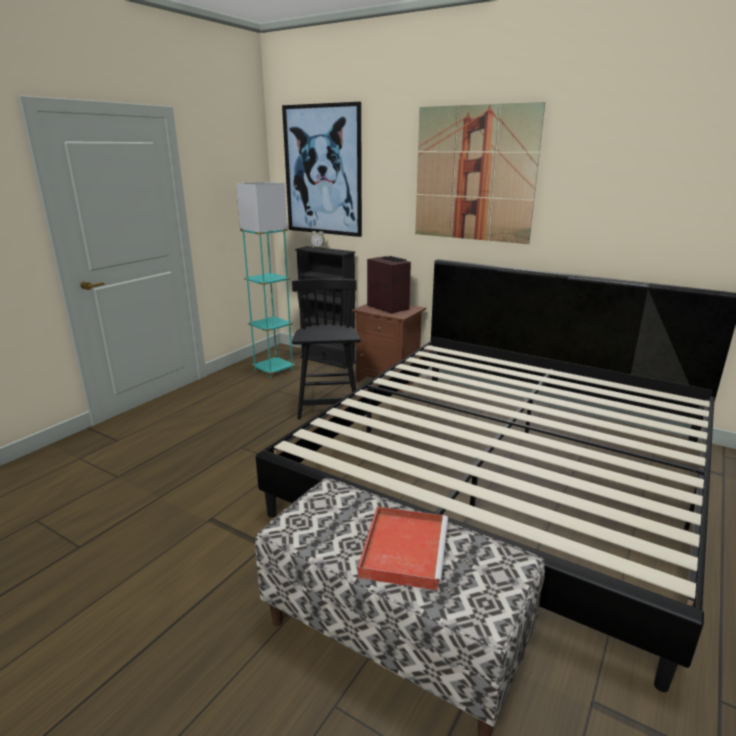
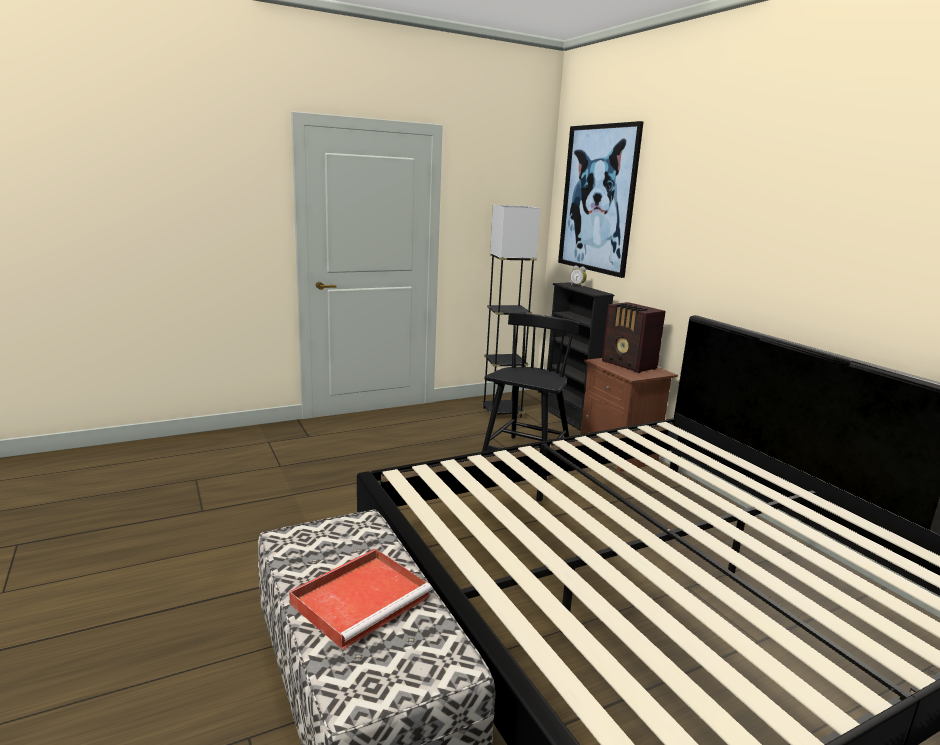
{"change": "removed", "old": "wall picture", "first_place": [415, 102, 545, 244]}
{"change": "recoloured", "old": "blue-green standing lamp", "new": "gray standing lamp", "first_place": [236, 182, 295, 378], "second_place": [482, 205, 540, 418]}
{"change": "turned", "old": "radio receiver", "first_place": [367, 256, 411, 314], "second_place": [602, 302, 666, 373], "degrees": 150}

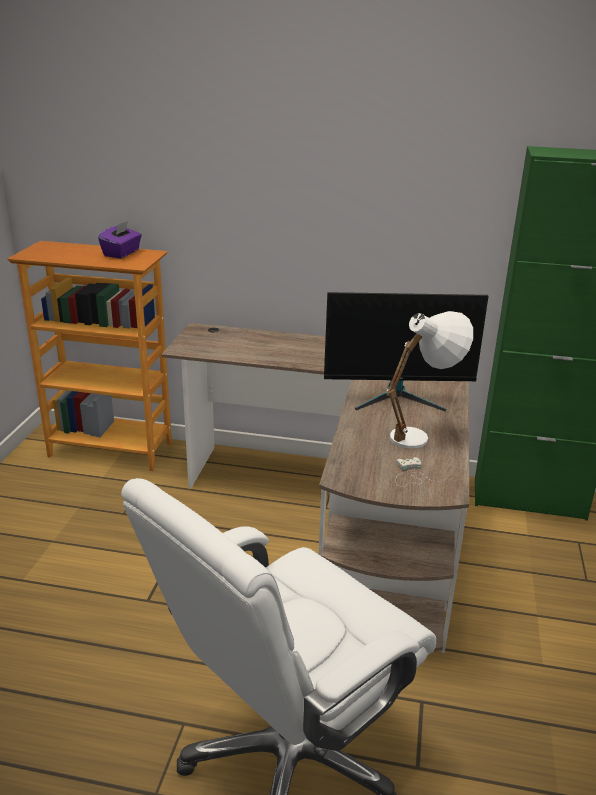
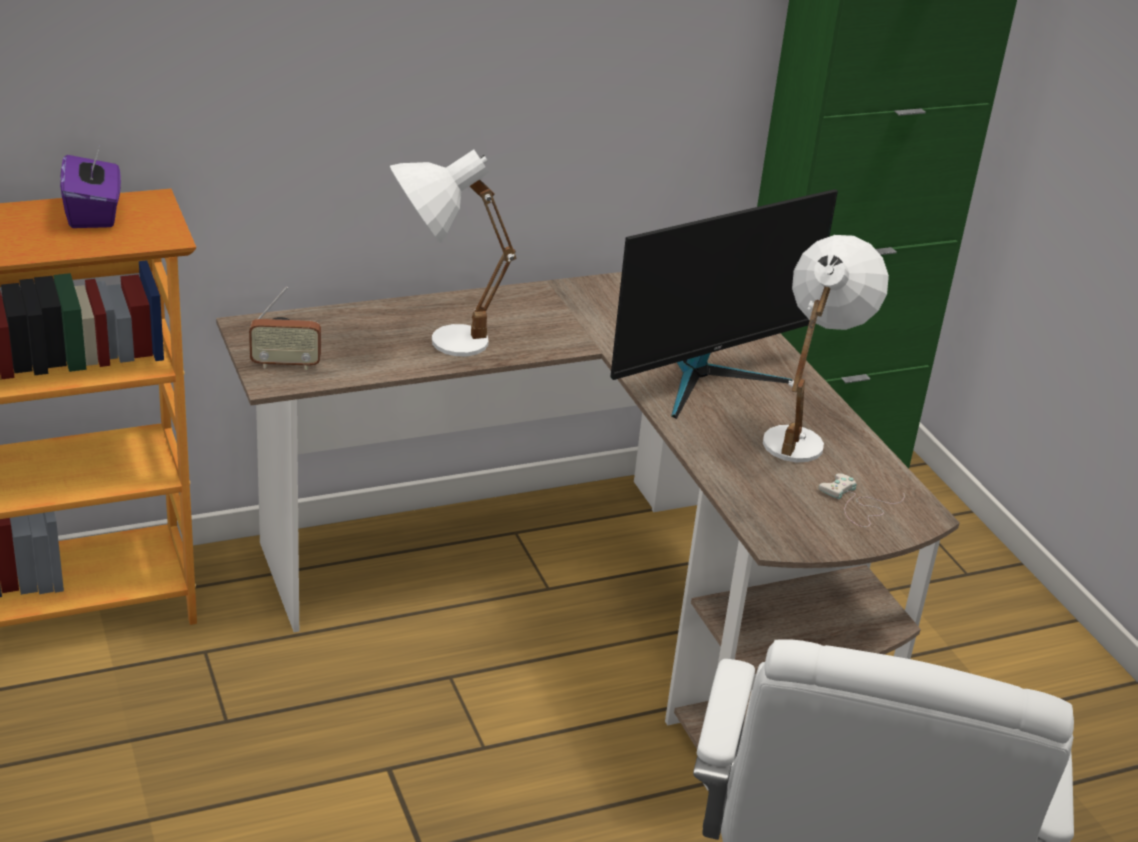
{"change": "added", "new": "radio receiver", "second_place": [249, 286, 321, 370]}
{"change": "added", "new": "white-coloured table lamp", "second_place": [390, 149, 517, 356]}

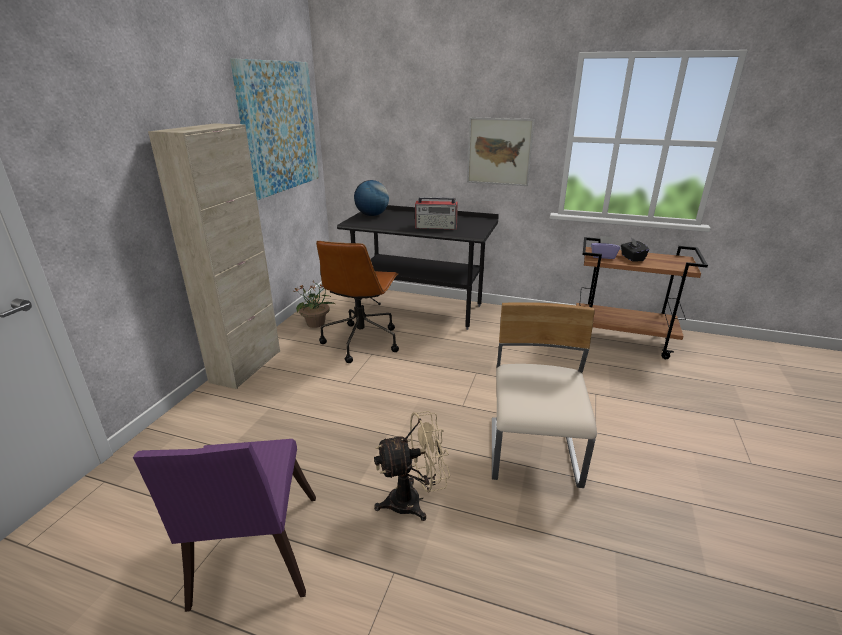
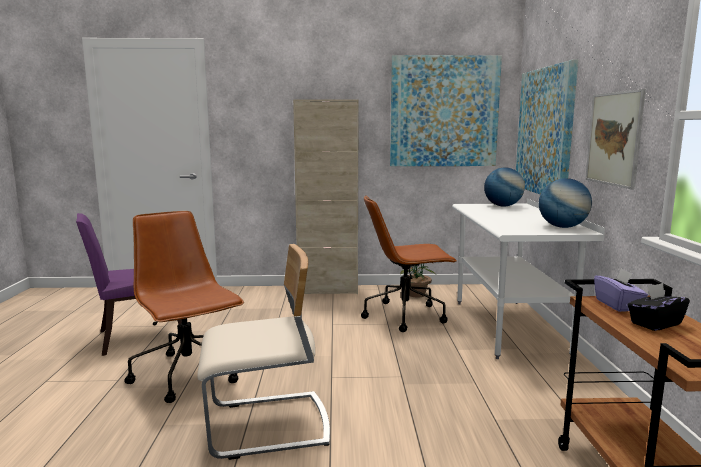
{"change": "removed", "old": "radio receiver", "first_place": [415, 197, 458, 229]}
{"change": "added", "new": "wall picture", "second_place": [516, 59, 578, 195]}
{"change": "added", "new": "desk globe", "second_place": [539, 178, 592, 228]}
{"change": "replaced", "old": "beige fan", "new": "brownish desk chair", "first_place": [374, 411, 450, 521], "second_place": [124, 211, 244, 403]}
{"change": "recoloured", "old": "blackish desk table", "new": "white-coloured desk table", "first_place": [337, 205, 499, 330], "second_place": [452, 199, 605, 359]}

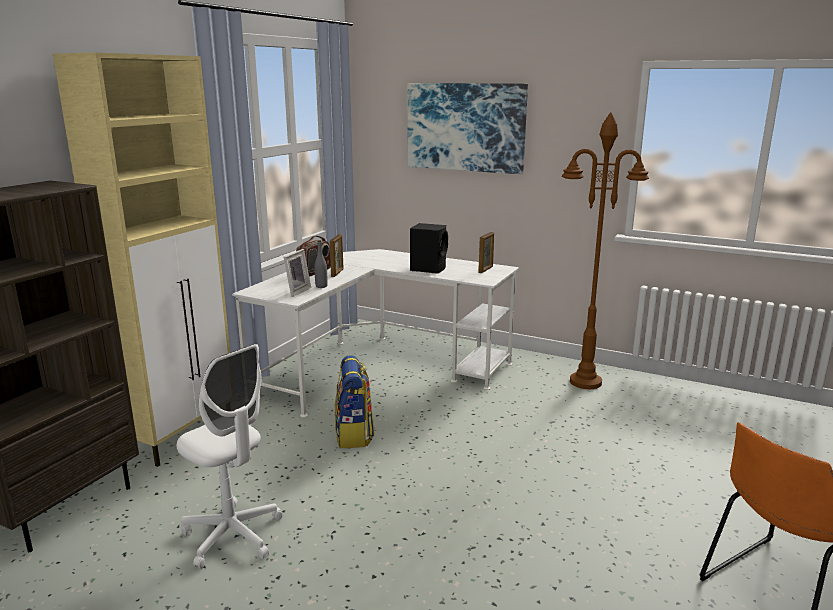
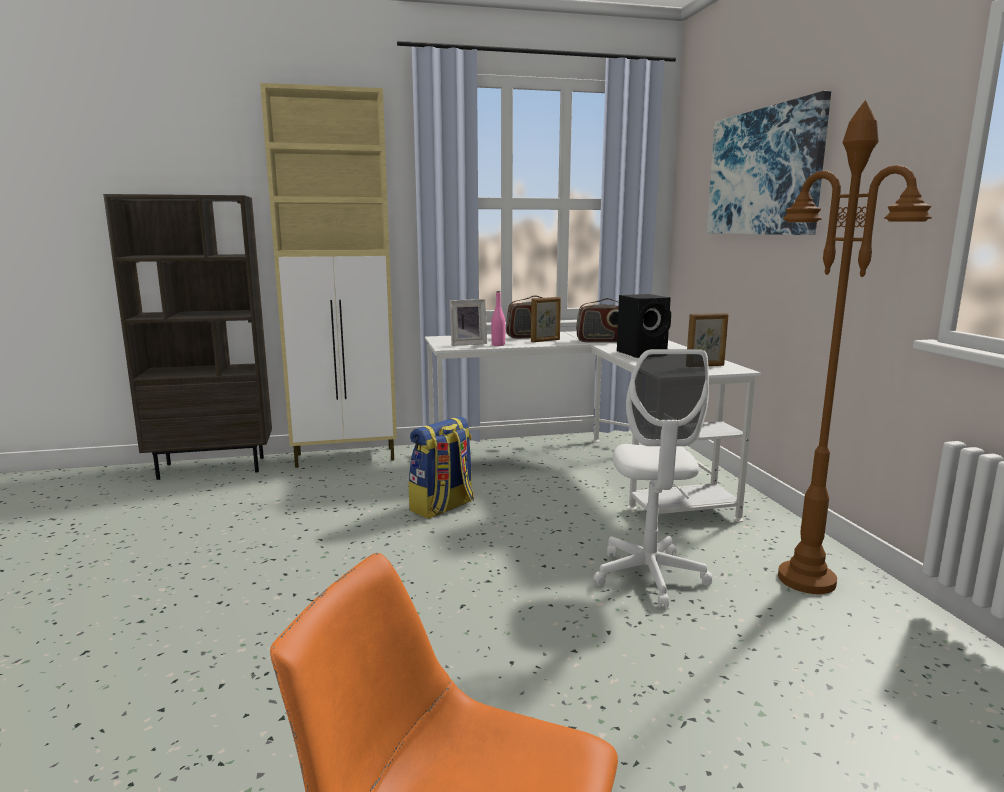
{"change": "added", "new": "radio receiver", "second_place": [576, 298, 619, 343]}
{"change": "moved", "old": "white-coloured desk chair", "first_place": [177, 344, 283, 569], "second_place": [593, 349, 712, 608]}
{"change": "recoloured", "old": "gray bottle", "new": "pink bottle", "first_place": [314, 240, 328, 288], "second_place": [491, 291, 505, 346]}

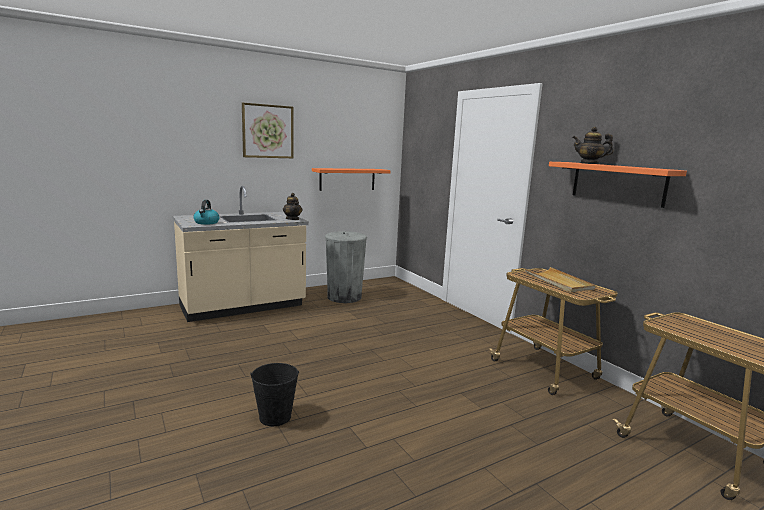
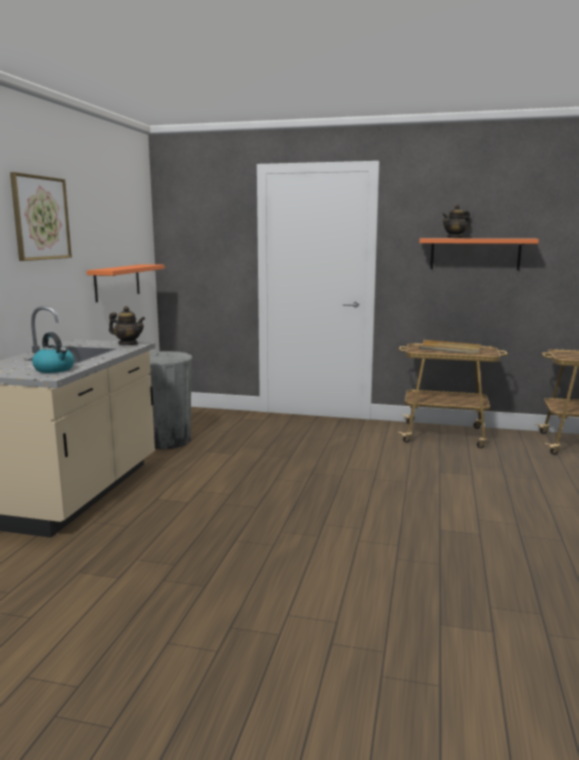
{"change": "removed", "old": "blackish bucket", "first_place": [250, 363, 299, 426]}

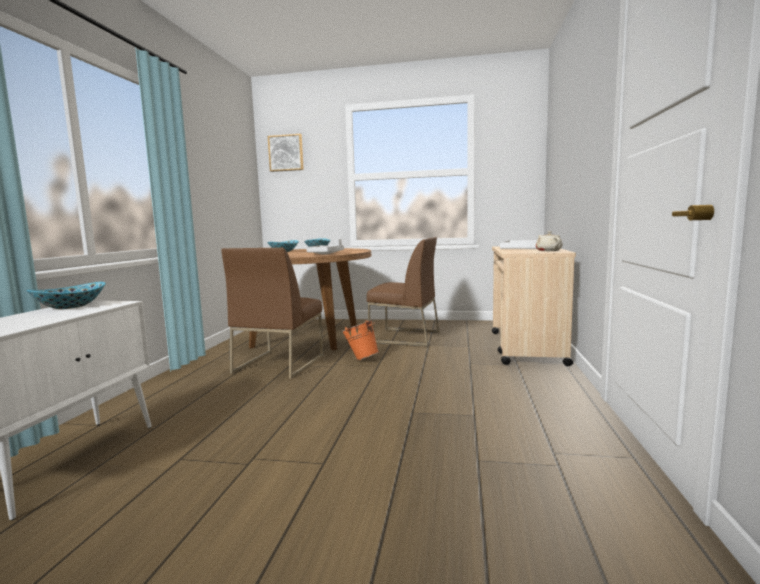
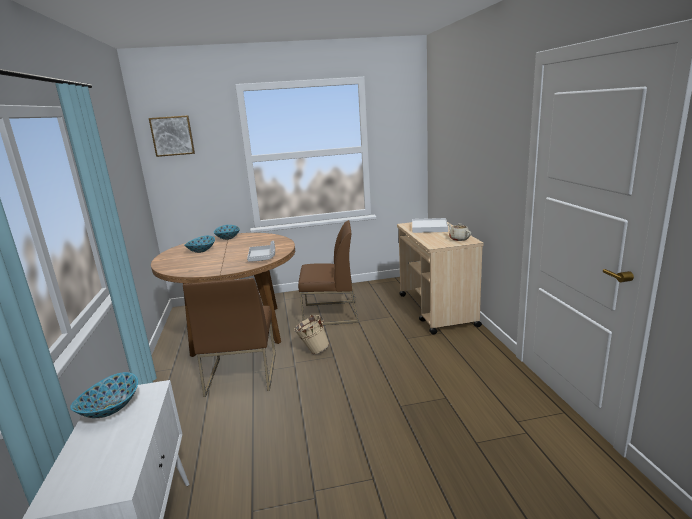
{"change": "recoloured", "old": "orangey bucket", "new": "beige bucket", "first_place": [342, 320, 379, 360], "second_place": [294, 315, 330, 354]}

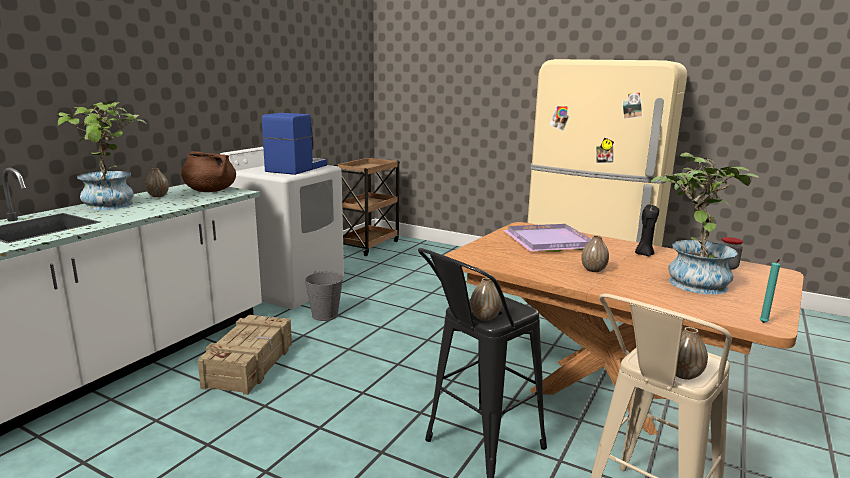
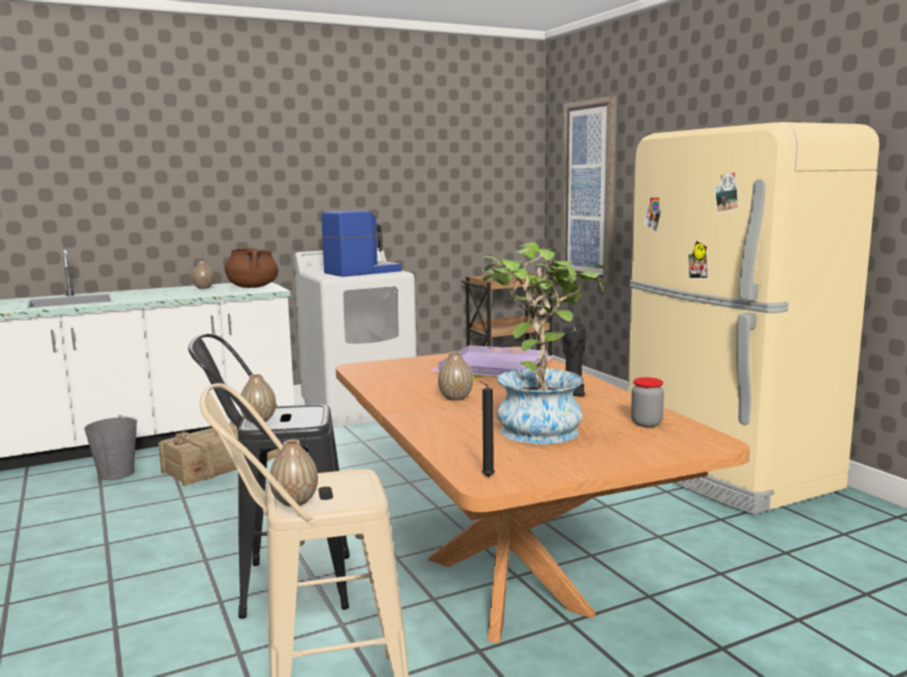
{"change": "removed", "old": "houseplant", "first_place": [56, 101, 147, 210]}
{"change": "added", "new": "wall picture", "second_place": [562, 96, 617, 285]}
{"change": "moved", "old": "gray bucket", "first_place": [305, 271, 343, 321], "second_place": [84, 415, 138, 480]}
{"change": "recoloured", "old": "blue-green candle", "new": "blackish candle", "first_place": [759, 259, 780, 323], "second_place": [479, 381, 495, 477]}

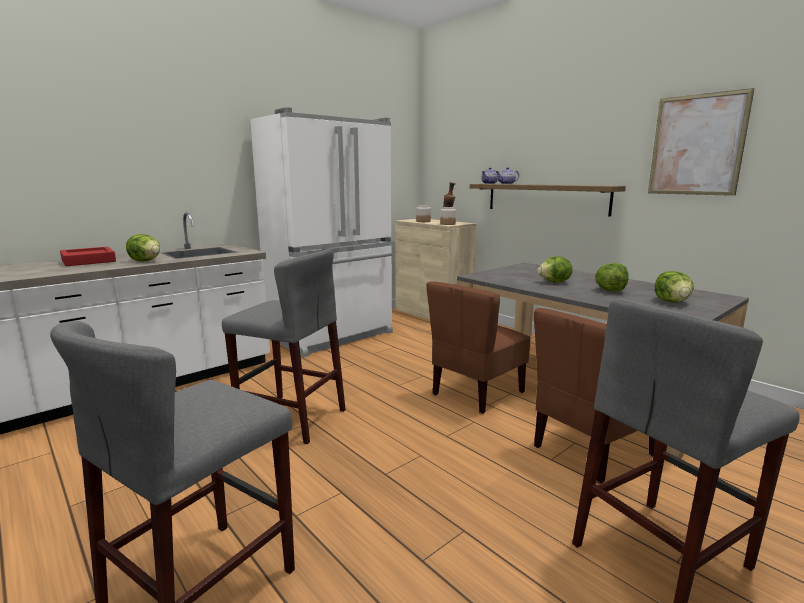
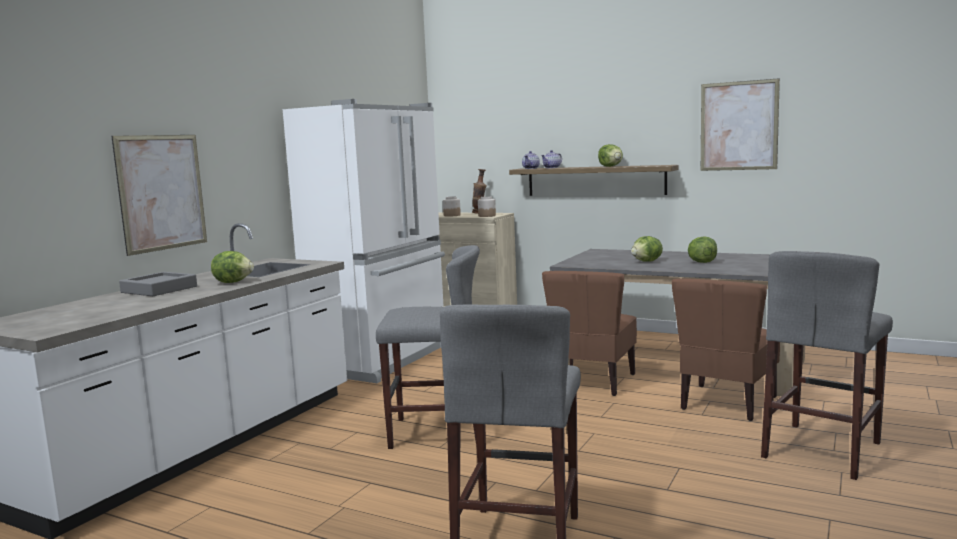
{"change": "added", "new": "wall picture", "second_place": [111, 135, 207, 256]}
{"change": "moved", "old": "lettuce head", "first_place": [655, 271, 694, 303], "second_place": [598, 144, 623, 167]}
{"change": "recoloured", "old": "reddish serving tray", "new": "gray serving tray", "first_place": [60, 247, 116, 266], "second_place": [119, 272, 197, 296]}

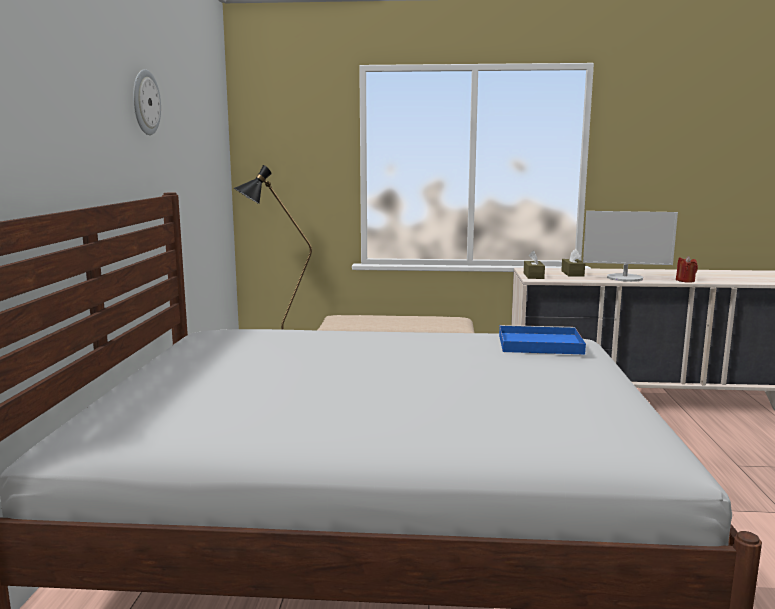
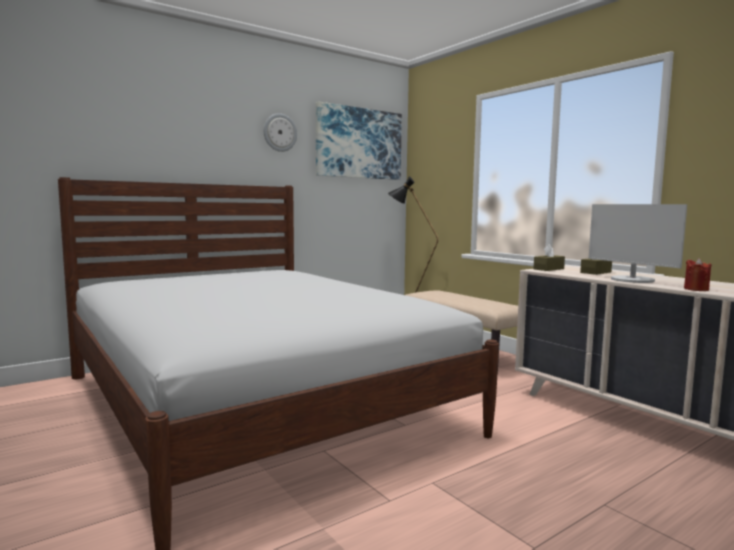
{"change": "removed", "old": "blue serving tray", "first_place": [499, 325, 586, 355]}
{"change": "added", "new": "wall picture", "second_place": [316, 101, 402, 180]}

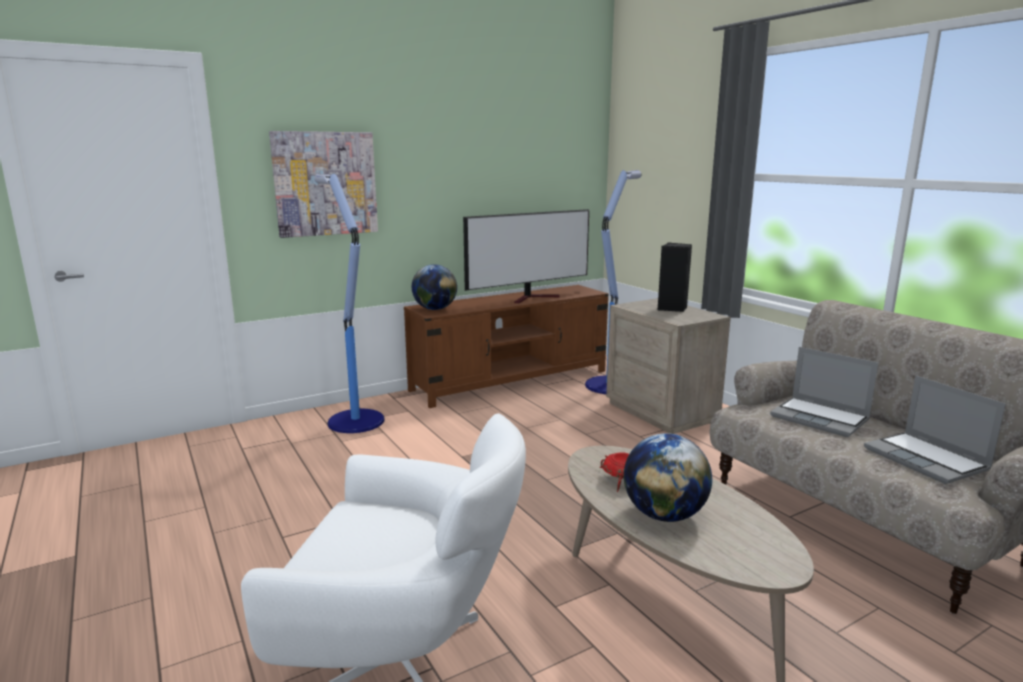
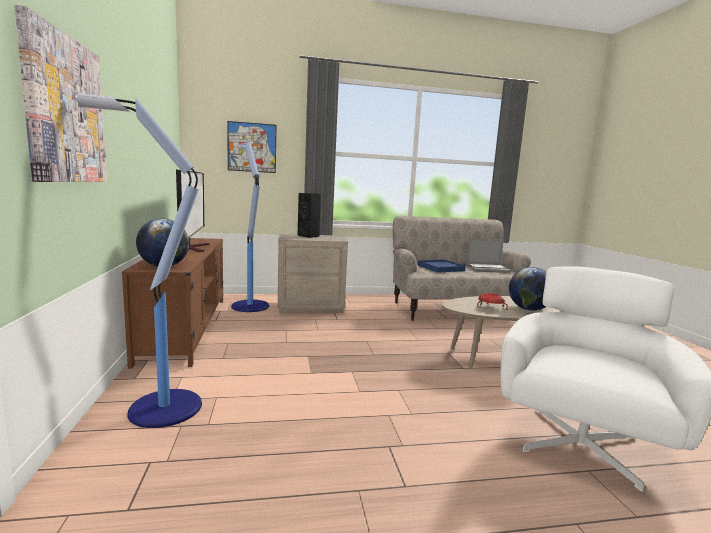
{"change": "added", "new": "wall picture", "second_place": [227, 121, 276, 173]}
{"change": "replaced", "old": "notebook computer", "new": "blue serving tray", "first_place": [770, 347, 879, 437], "second_place": [418, 260, 466, 273]}

